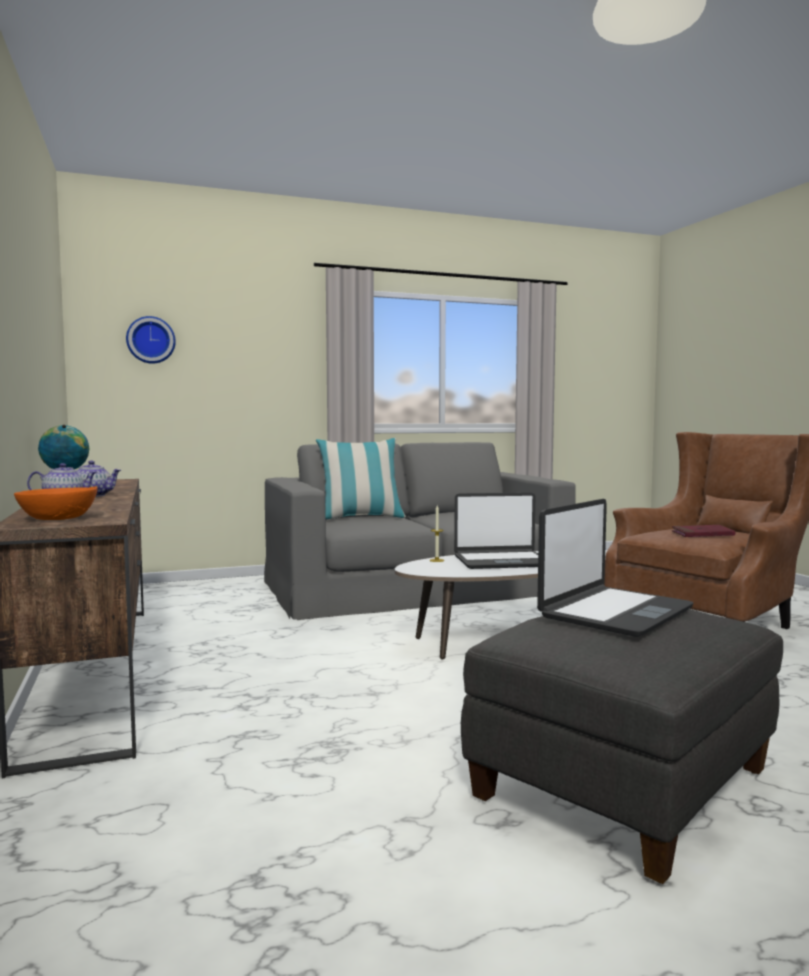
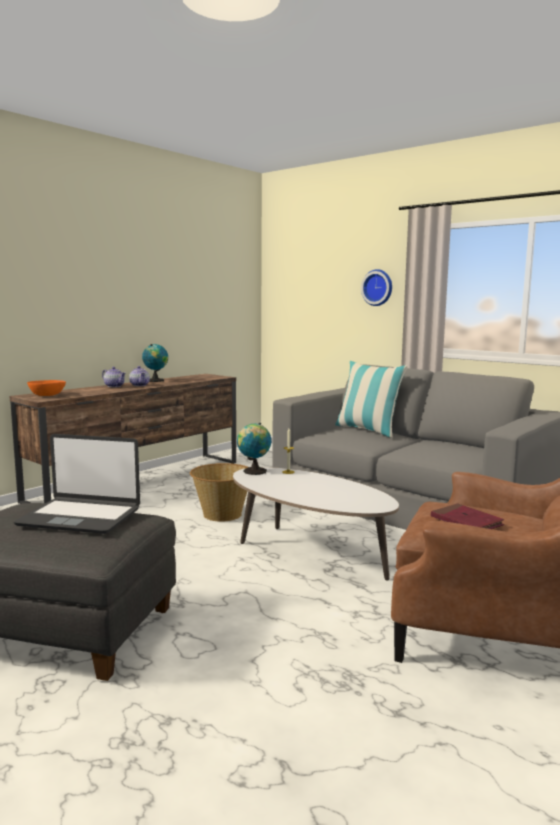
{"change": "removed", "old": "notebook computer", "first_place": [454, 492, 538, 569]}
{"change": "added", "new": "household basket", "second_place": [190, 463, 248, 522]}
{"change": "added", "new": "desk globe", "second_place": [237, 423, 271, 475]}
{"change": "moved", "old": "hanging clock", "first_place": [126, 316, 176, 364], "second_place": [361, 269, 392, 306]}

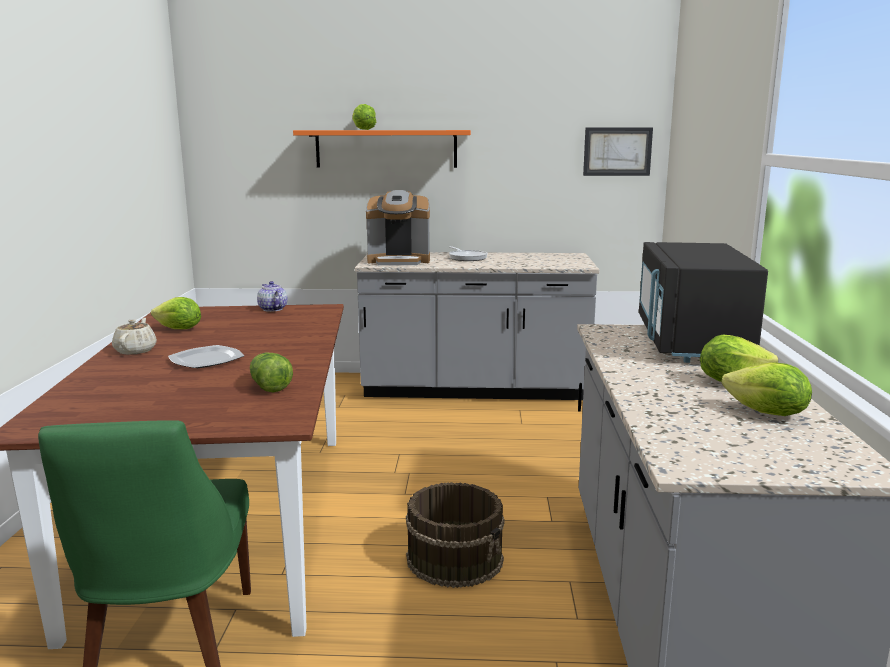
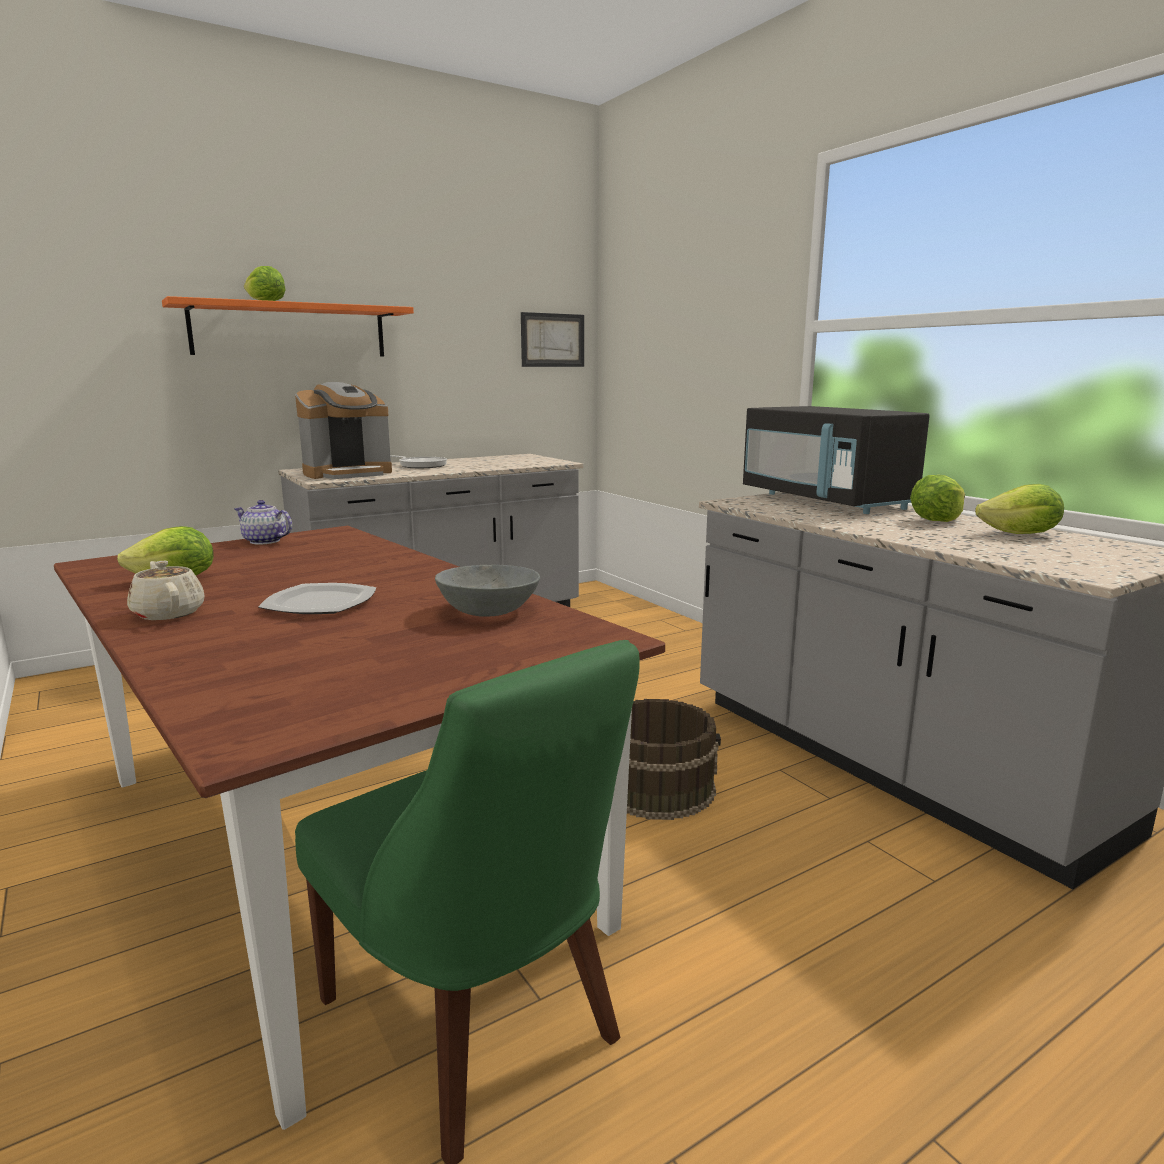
{"change": "replaced", "old": "lettuce head", "new": "gray serving bowl", "first_place": [250, 353, 293, 393], "second_place": [435, 565, 540, 617]}

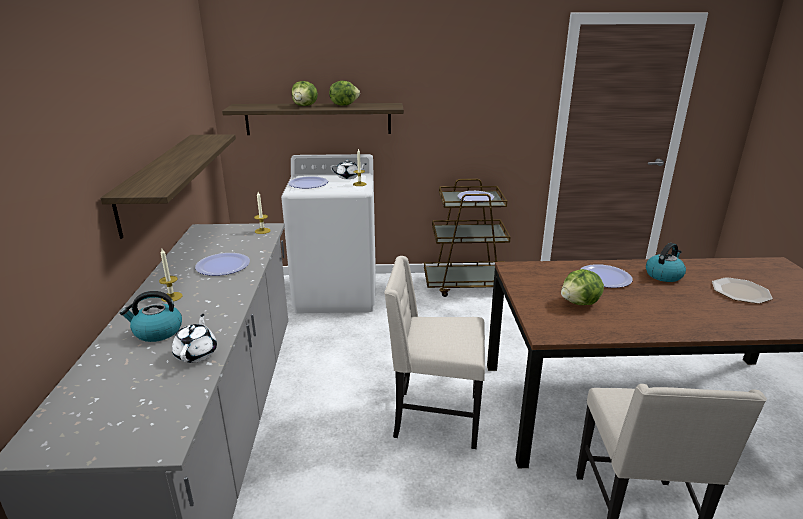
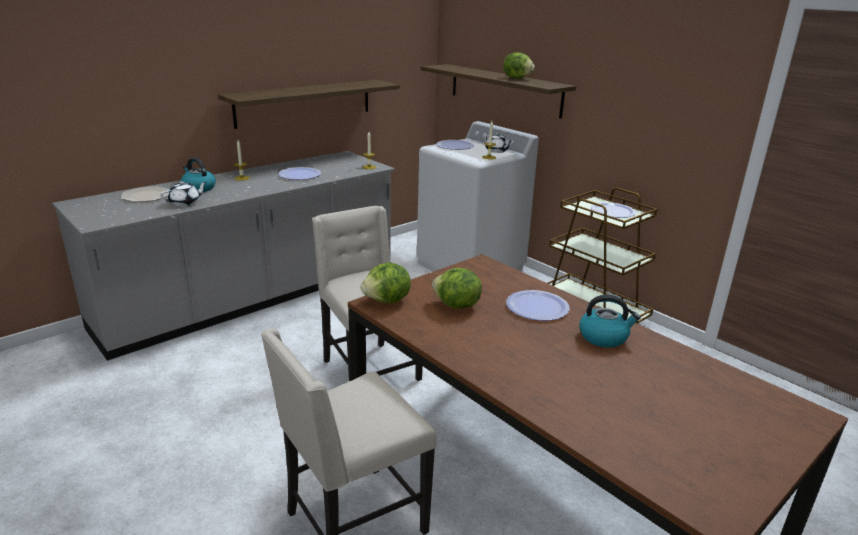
{"change": "moved", "old": "lettuce head", "first_place": [292, 81, 318, 106], "second_place": [361, 263, 411, 303]}
{"change": "moved", "old": "dinner plate", "first_place": [712, 277, 773, 304], "second_place": [121, 187, 170, 202]}

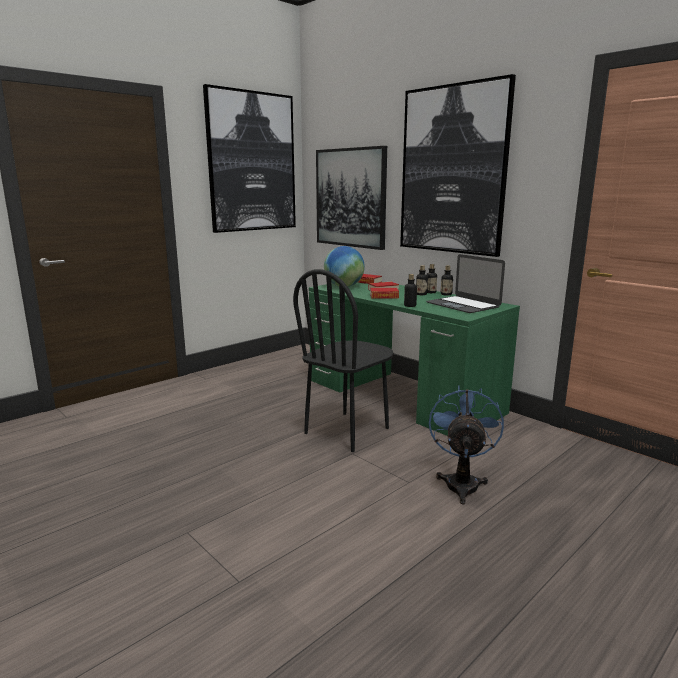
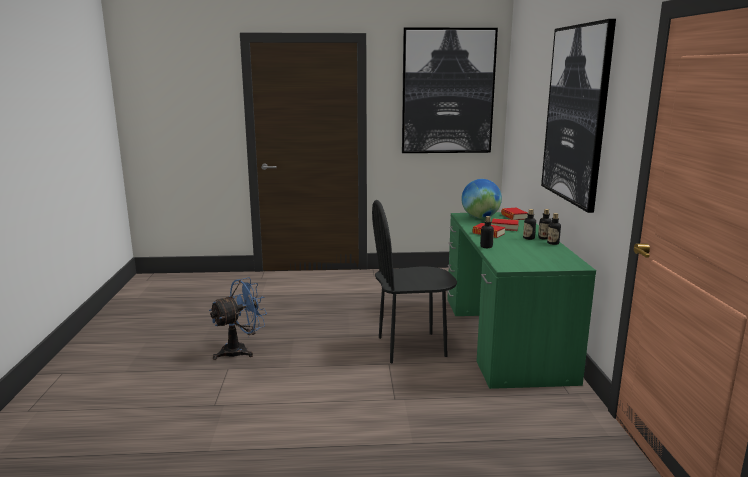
{"change": "removed", "old": "wall picture", "first_place": [316, 146, 387, 250]}
{"change": "removed", "old": "notebook computer", "first_place": [426, 254, 505, 313]}
{"change": "moved", "old": "blue fan", "first_place": [429, 385, 504, 504], "second_place": [209, 277, 267, 360]}

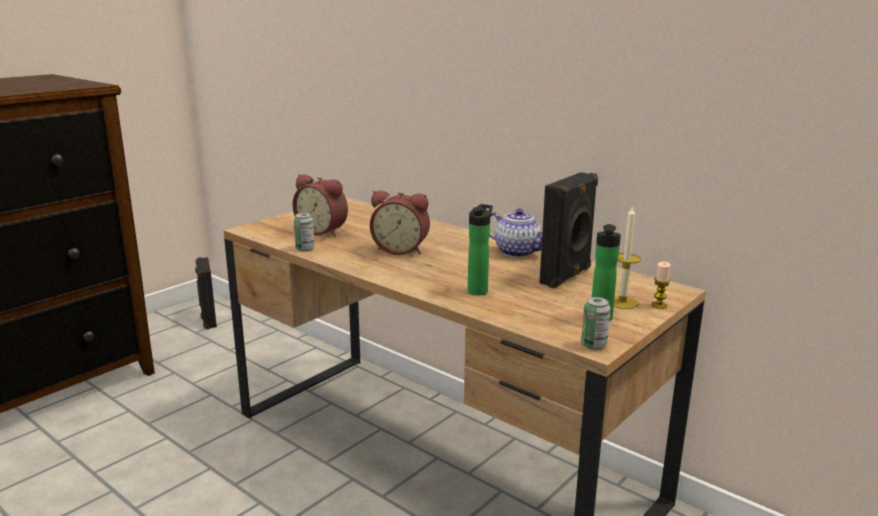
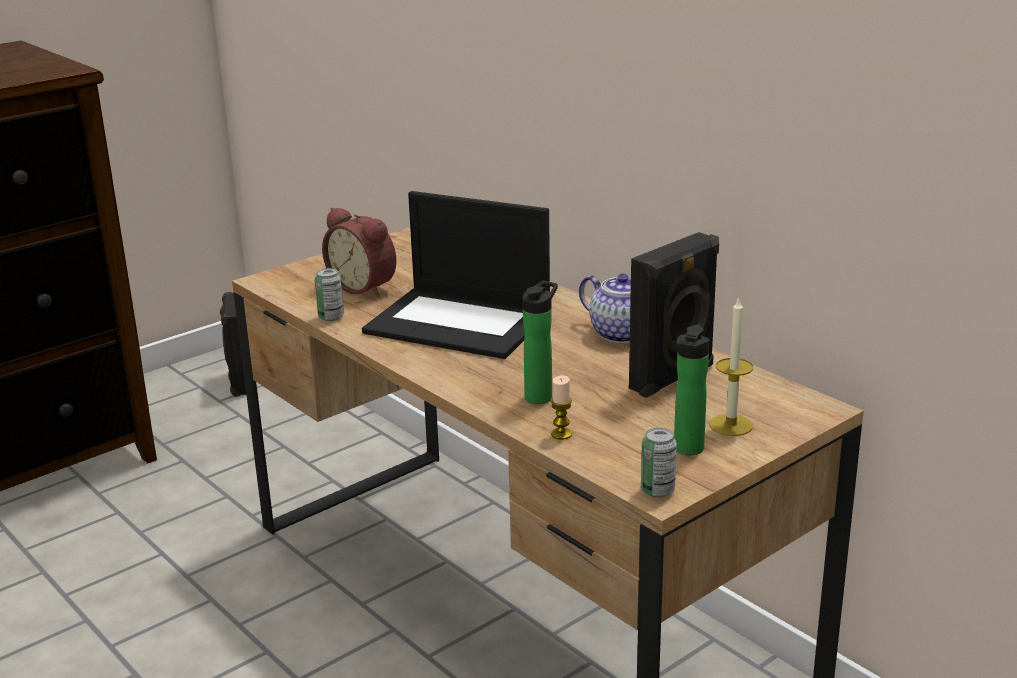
{"change": "moved", "old": "candle", "first_place": [651, 262, 671, 309], "second_place": [551, 375, 572, 440]}
{"change": "replaced", "old": "alarm clock", "new": "notebook computer", "first_place": [370, 190, 430, 255], "second_place": [362, 191, 550, 359]}

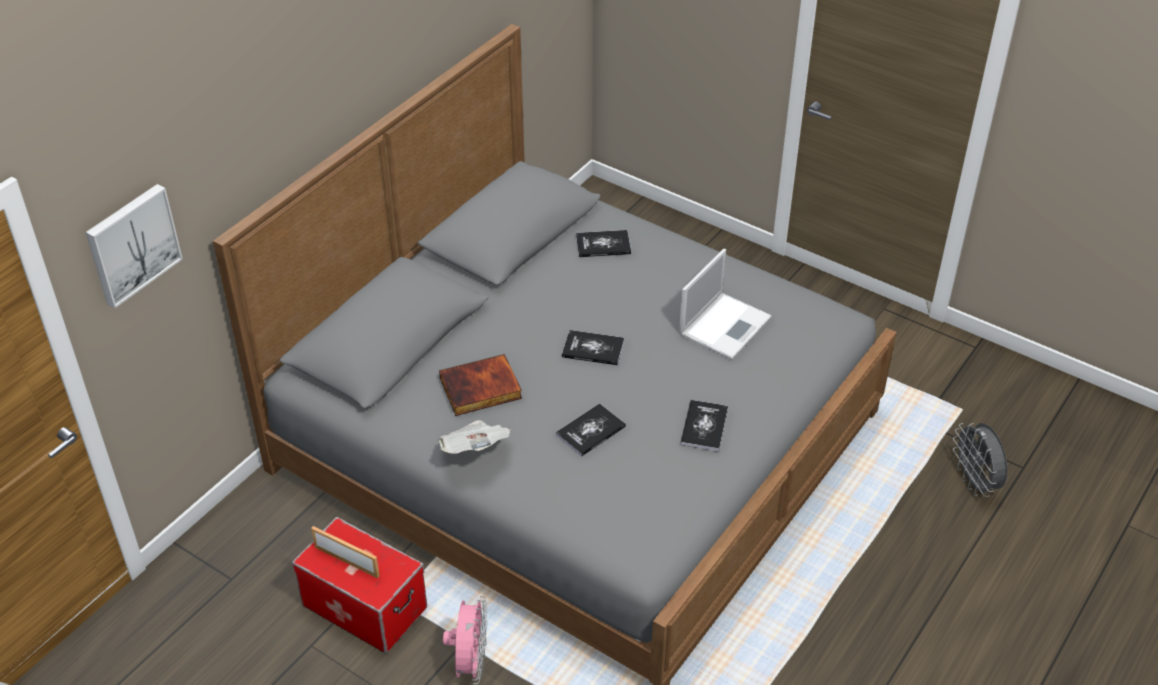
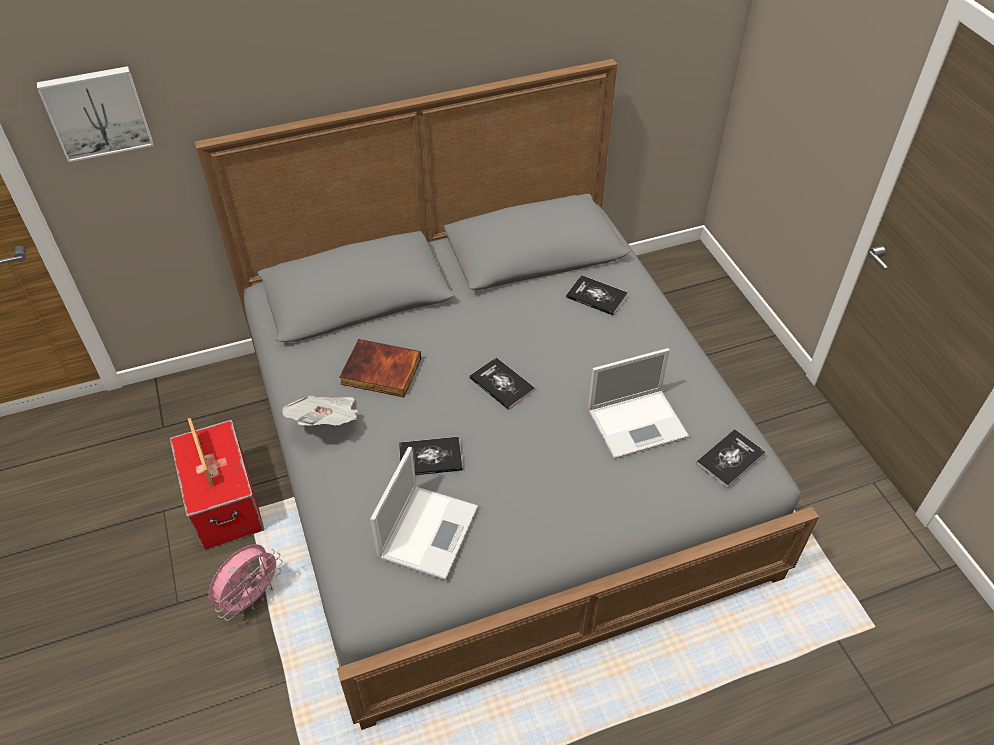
{"change": "removed", "old": "gray fan", "first_place": [953, 423, 1007, 497]}
{"change": "added", "new": "notebook computer", "second_place": [370, 447, 478, 580]}
{"change": "moved", "old": "bound book", "first_place": [680, 400, 728, 451], "second_place": [696, 429, 766, 488]}

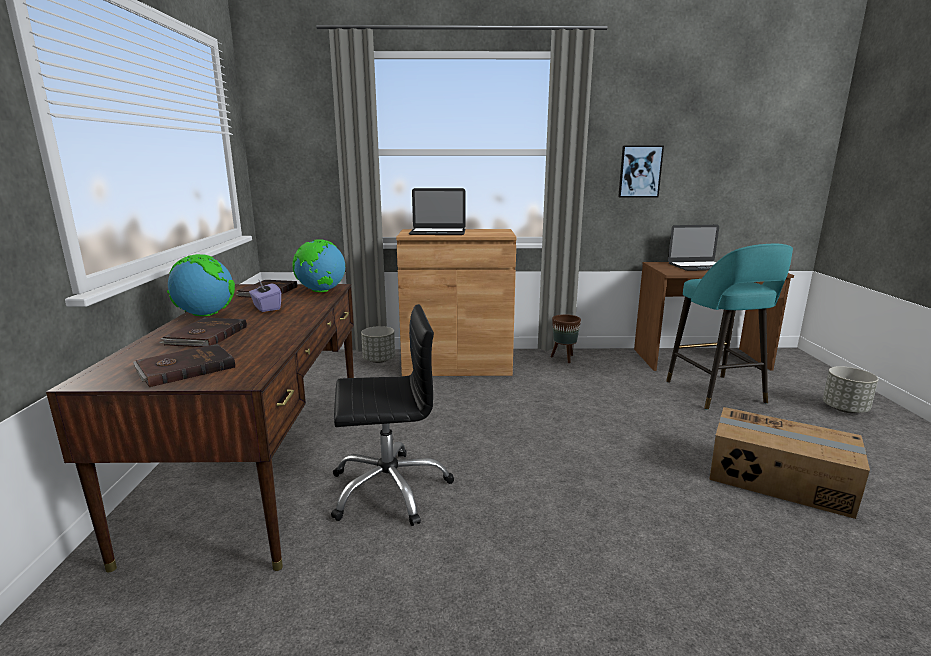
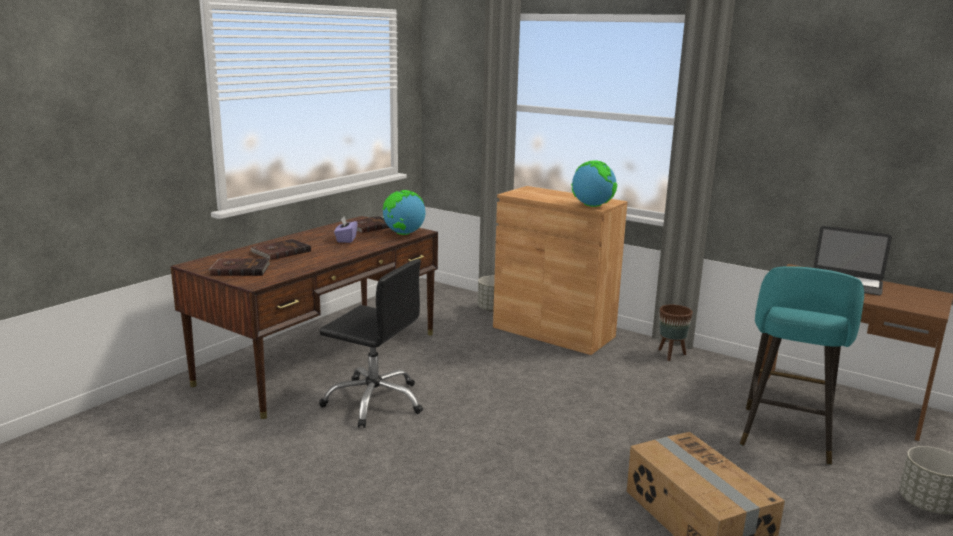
{"change": "removed", "old": "notebook computer", "first_place": [409, 188, 466, 235]}
{"change": "removed", "old": "wall picture", "first_place": [618, 146, 664, 197]}
{"change": "moved", "old": "desk globe", "first_place": [167, 254, 235, 316], "second_place": [571, 160, 617, 207]}

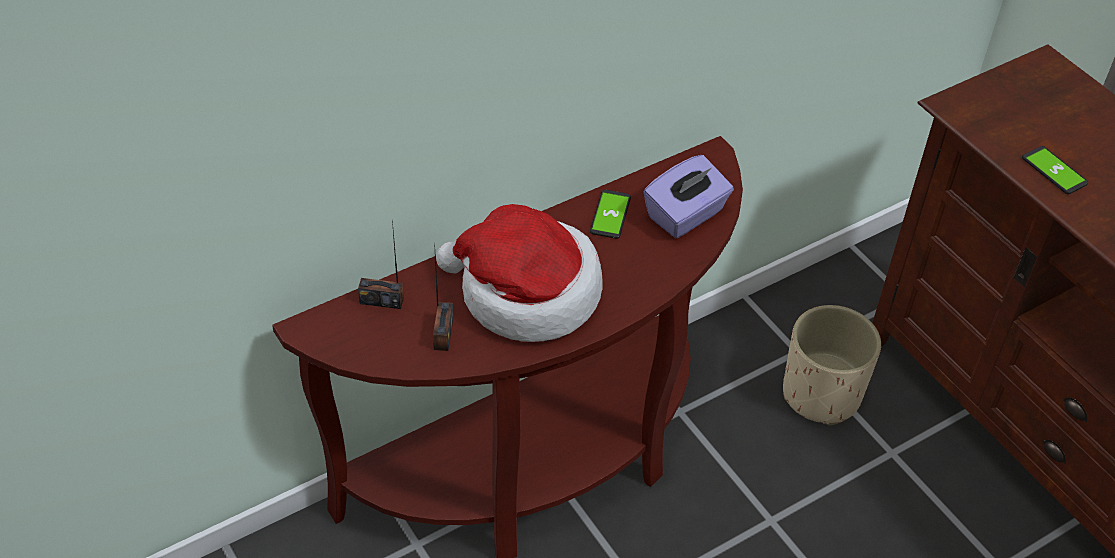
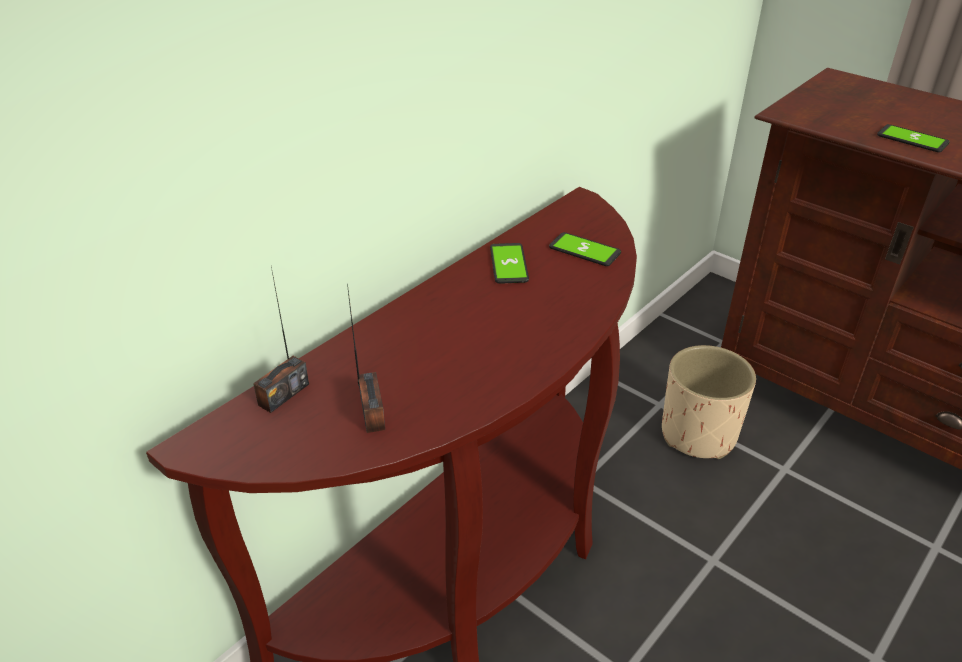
{"change": "removed", "old": "clothing hat", "first_place": [436, 204, 602, 342]}
{"change": "replaced", "old": "purple-coloured tissue box", "new": "telephone", "first_place": [643, 155, 734, 238], "second_place": [549, 232, 621, 266]}
{"change": "turned", "old": "radio receiver", "first_place": [358, 220, 404, 309], "second_place": [253, 266, 309, 413], "degrees": -45}

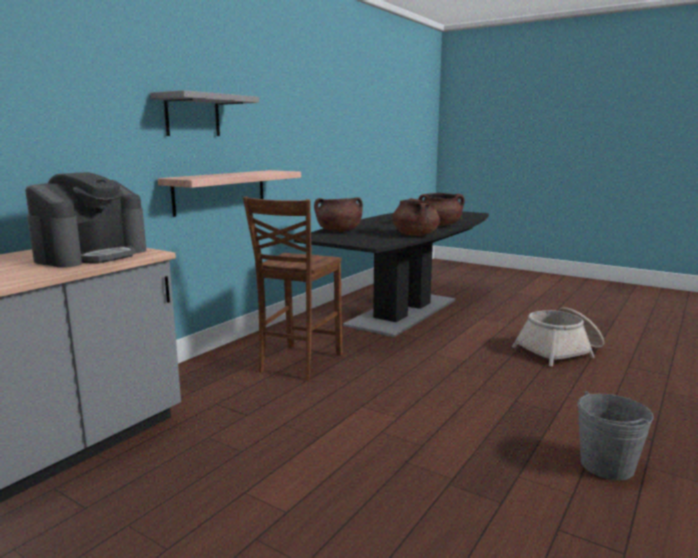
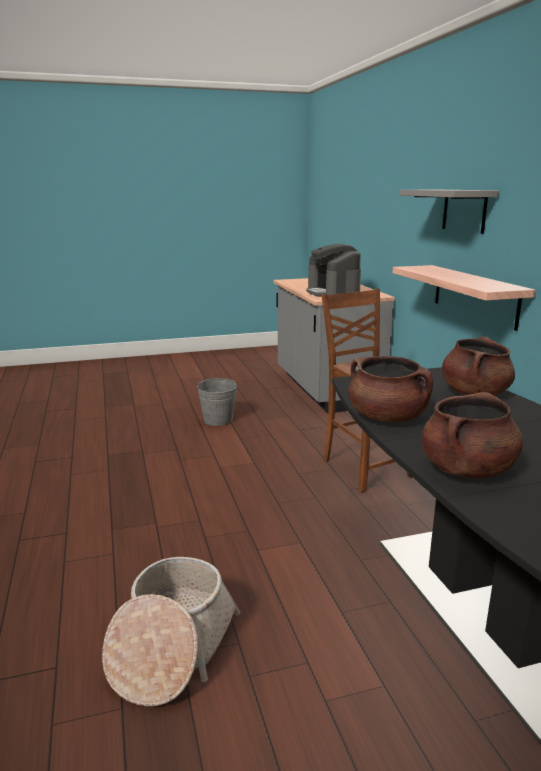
{"change": "moved", "old": "gray bucket", "first_place": [577, 391, 654, 480], "second_place": [197, 378, 237, 426]}

